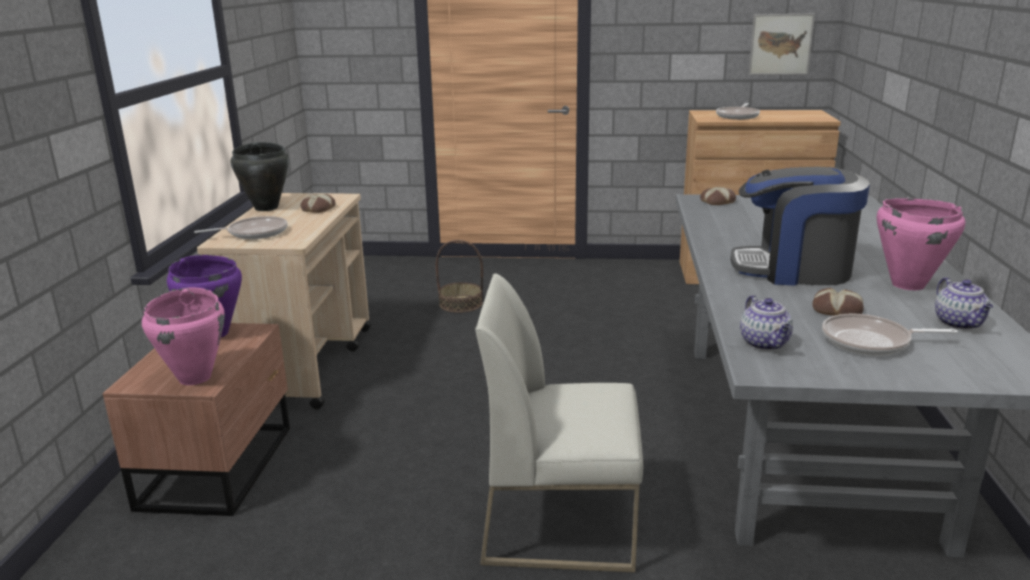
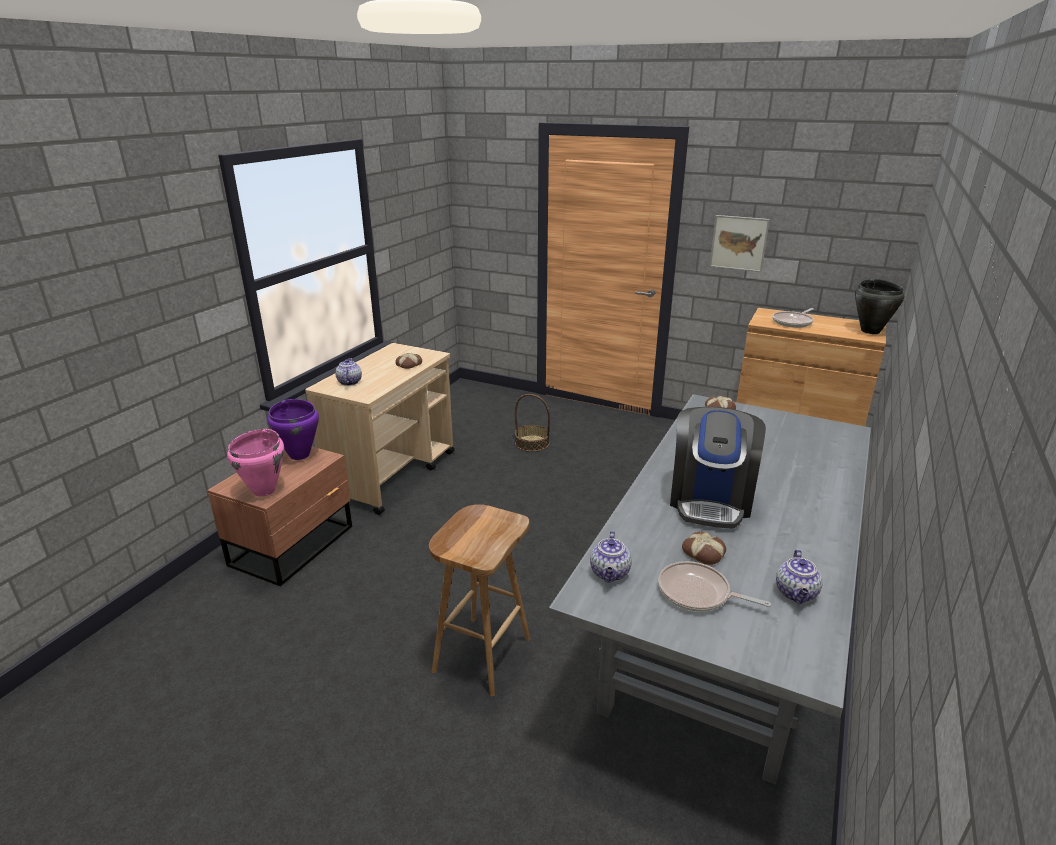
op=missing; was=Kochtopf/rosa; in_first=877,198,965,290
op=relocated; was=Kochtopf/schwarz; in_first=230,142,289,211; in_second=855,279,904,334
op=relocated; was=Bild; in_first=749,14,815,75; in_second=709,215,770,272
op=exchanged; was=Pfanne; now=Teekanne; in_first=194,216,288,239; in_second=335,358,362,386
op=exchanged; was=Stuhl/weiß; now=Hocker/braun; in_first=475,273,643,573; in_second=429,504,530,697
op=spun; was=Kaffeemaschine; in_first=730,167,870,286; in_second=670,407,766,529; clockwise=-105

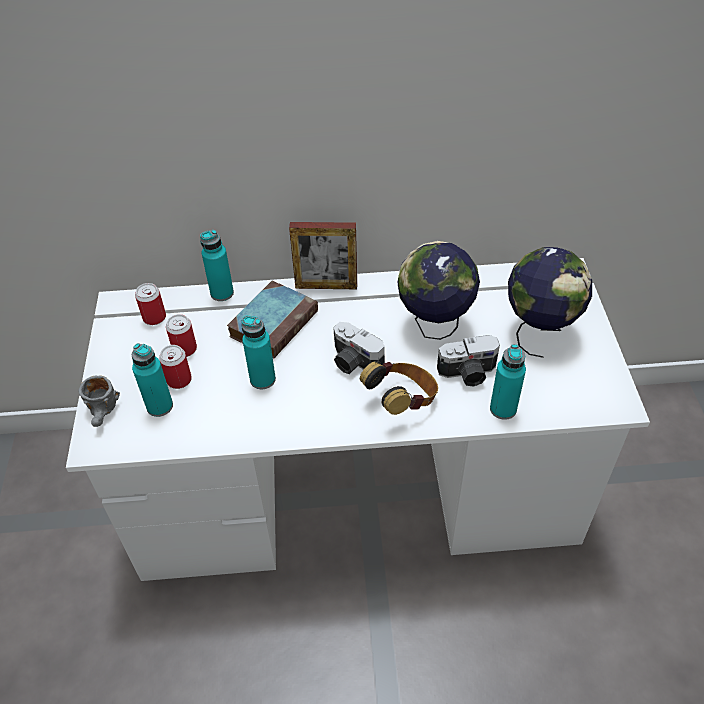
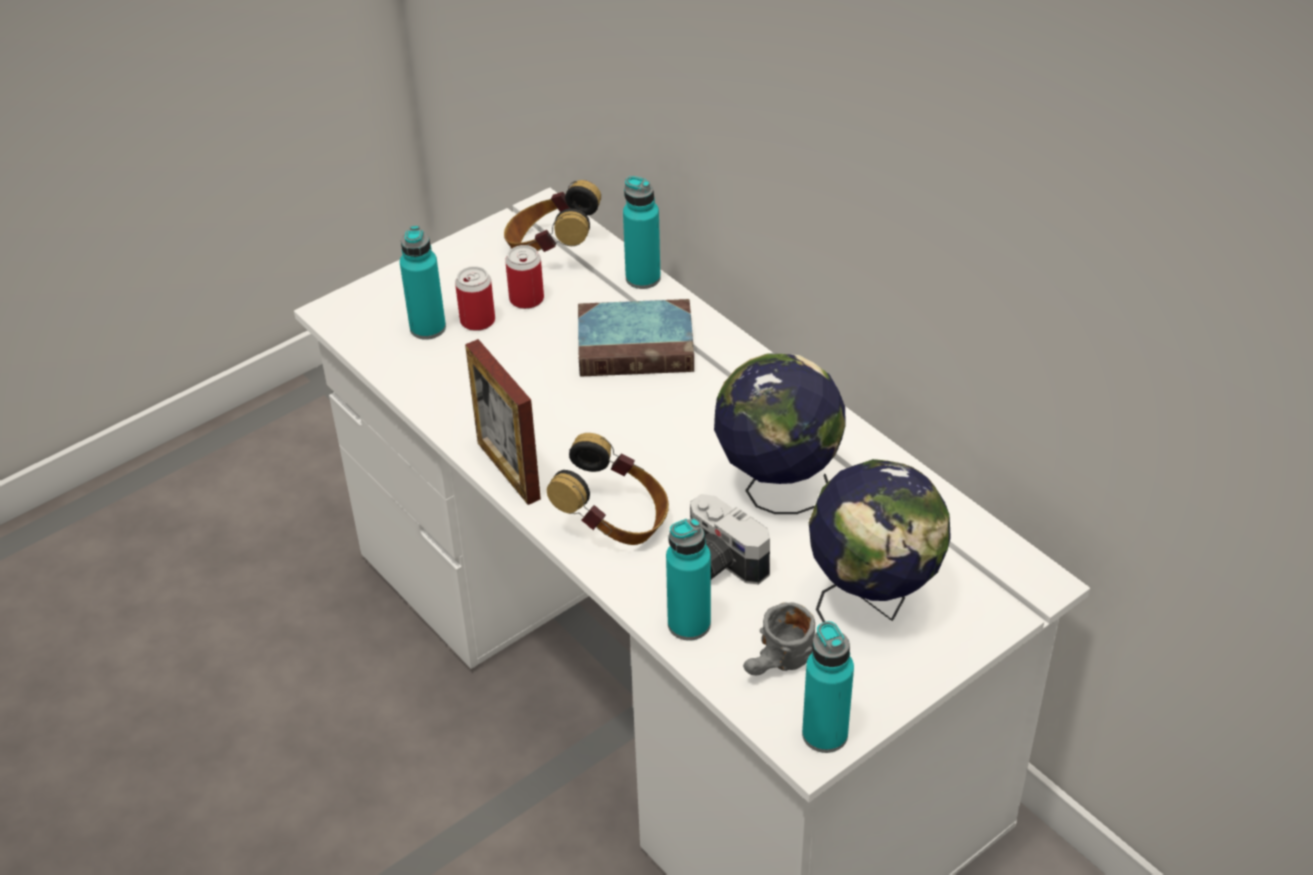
op=missing; was=Kamera; in_first=333,322,385,374
op=relocated; was=Henkelbecher/grau; in_first=78,375,120,427; in_second=743,602,815,675
op=relocated; was=Flasche/türkis; in_first=242,315,276,389; in_second=802,621,854,753
op=relocated; was=Bilderrahmen; in_first=289,222,357,289; in_second=465,339,541,505
op=exchanged; was=Dose; now=Kopfhörer; in_first=135,283,166,325; in_second=504,180,601,252

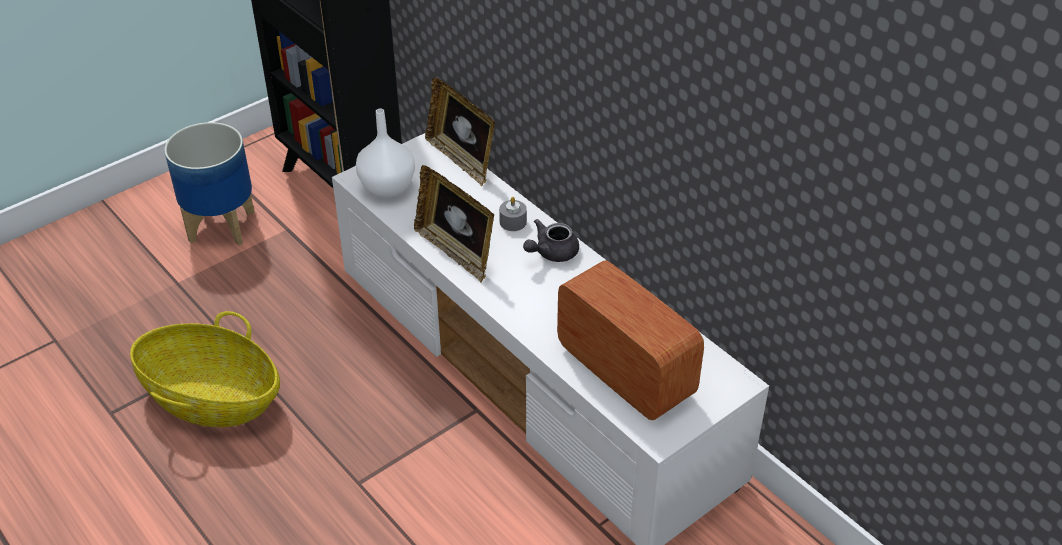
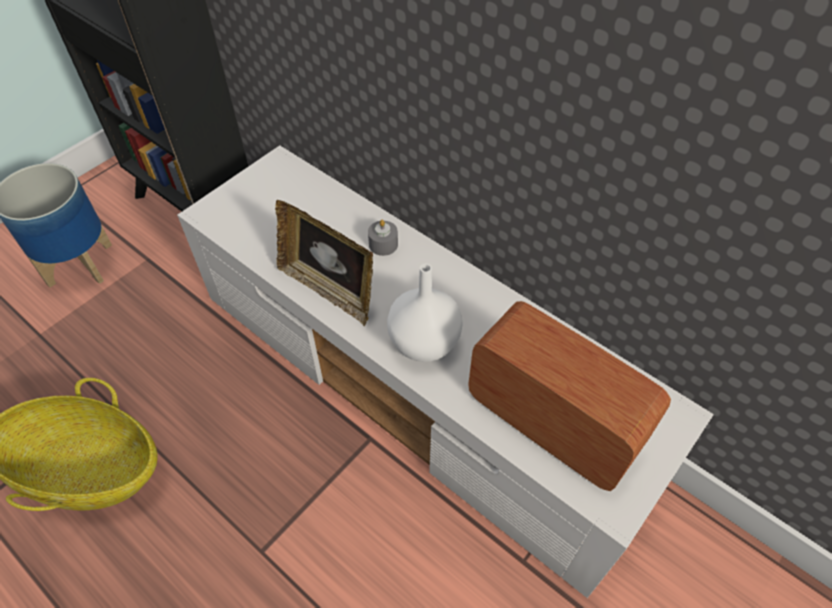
op=missing; was=Bilderrahmen; in_first=425,77,495,186
op=missing; was=Teekanne/grau; in_first=523,219,579,262
op=relocated; was=Vase/weiß; in_first=356,109,415,198; in_second=387,264,463,362

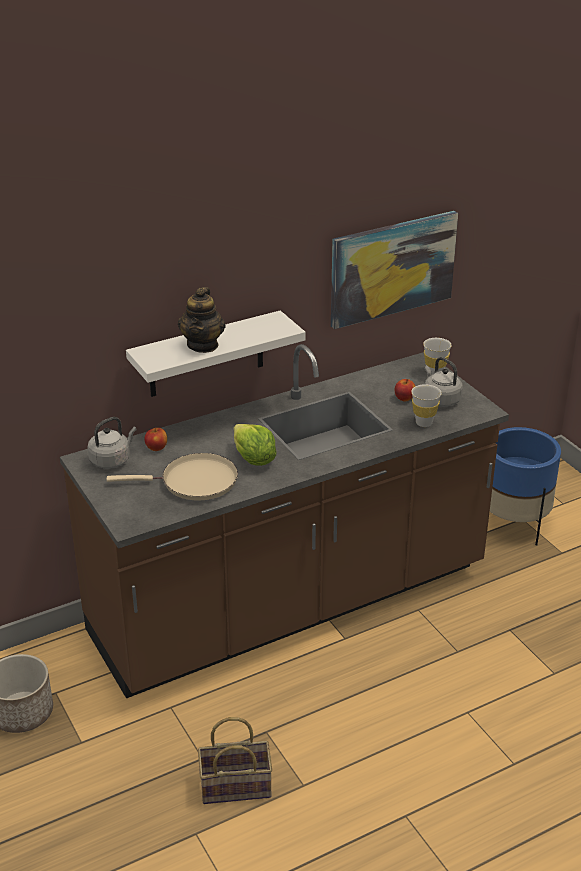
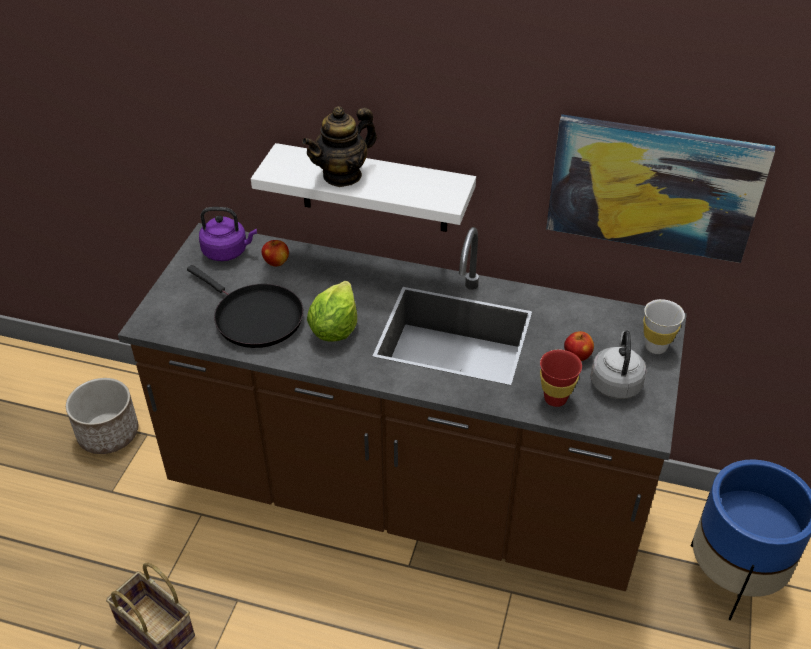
op=colour; was=Wasserkessel/grau; now=Wasserkessel/lila; in_first=88,417,137,469; in_second=199,207,257,261
op=colour; was=Pfanne/beige; now=Pfanne/schwarz; in_first=106,453,238,500; in_second=187,265,303,348
op=colour; was=Tasse/weiß; now=Tasse/rot; in_first=411,384,442,427; in_second=540,350,582,407

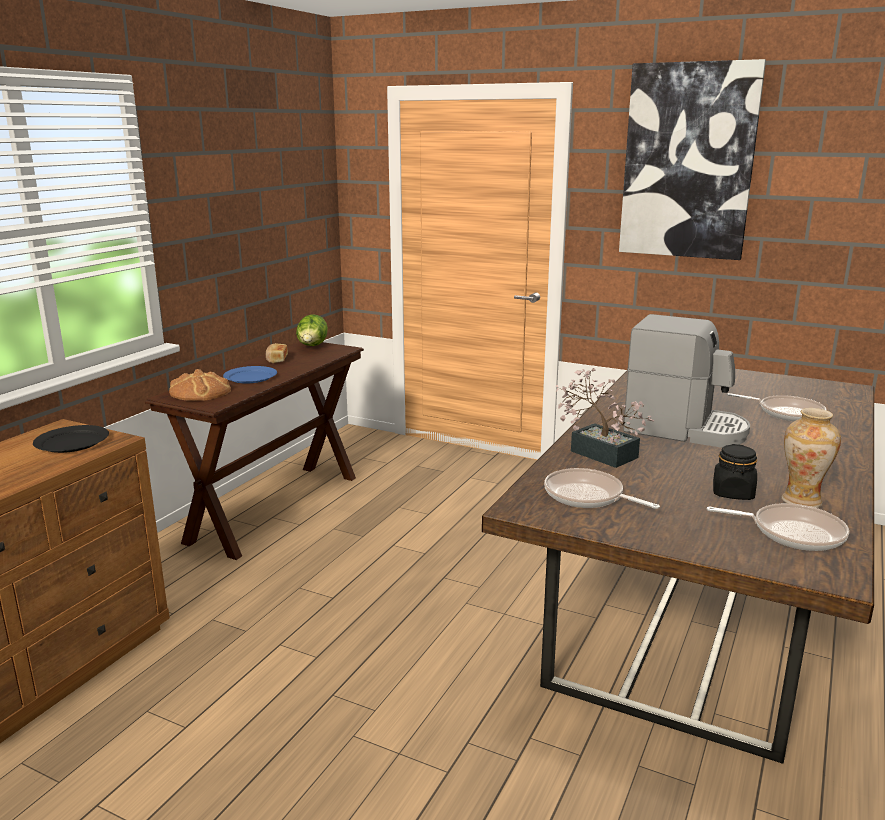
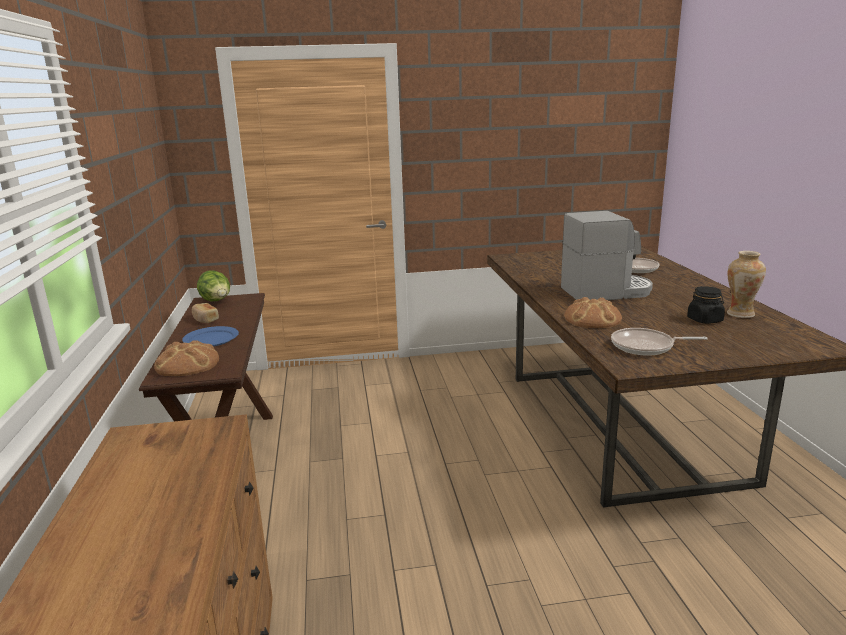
op=missing; was=Teller/schwarz; in_first=33,425,109,453
op=missing; was=Bild; in_first=619,59,766,260
op=missing; was=Pfanne; in_first=707,503,849,551
op=exchanged; was=Topfpflanze; now=Brot; in_first=556,368,654,468; in_second=564,297,622,328

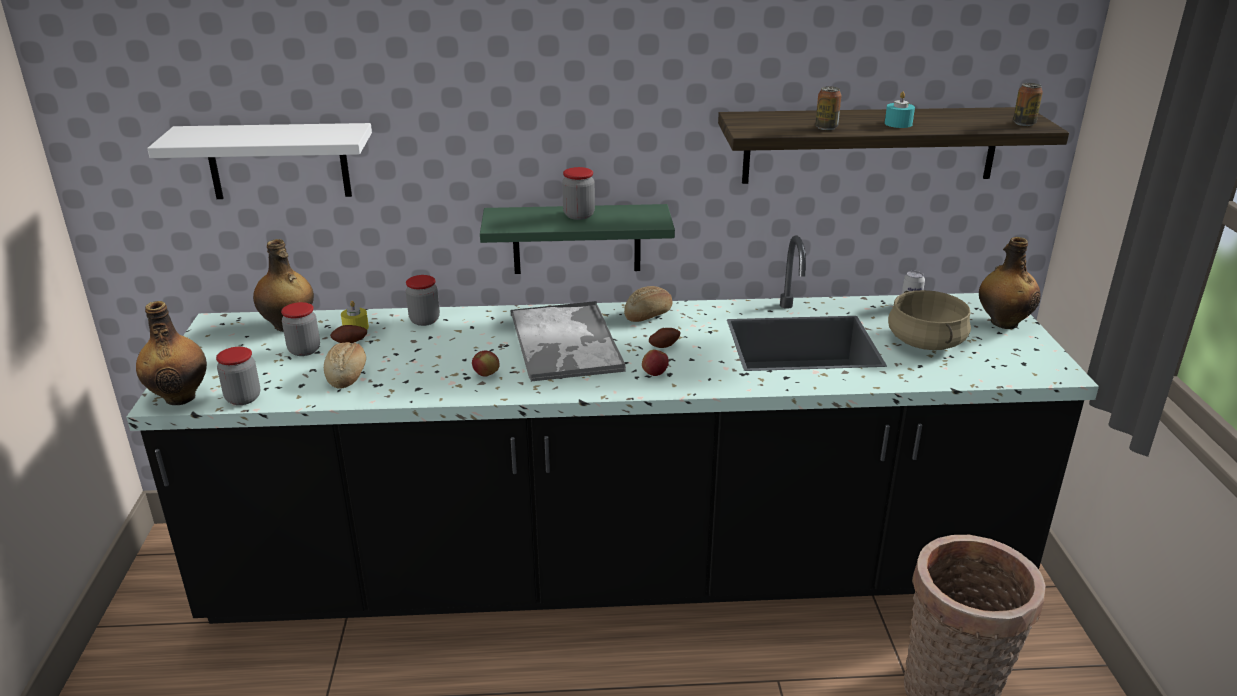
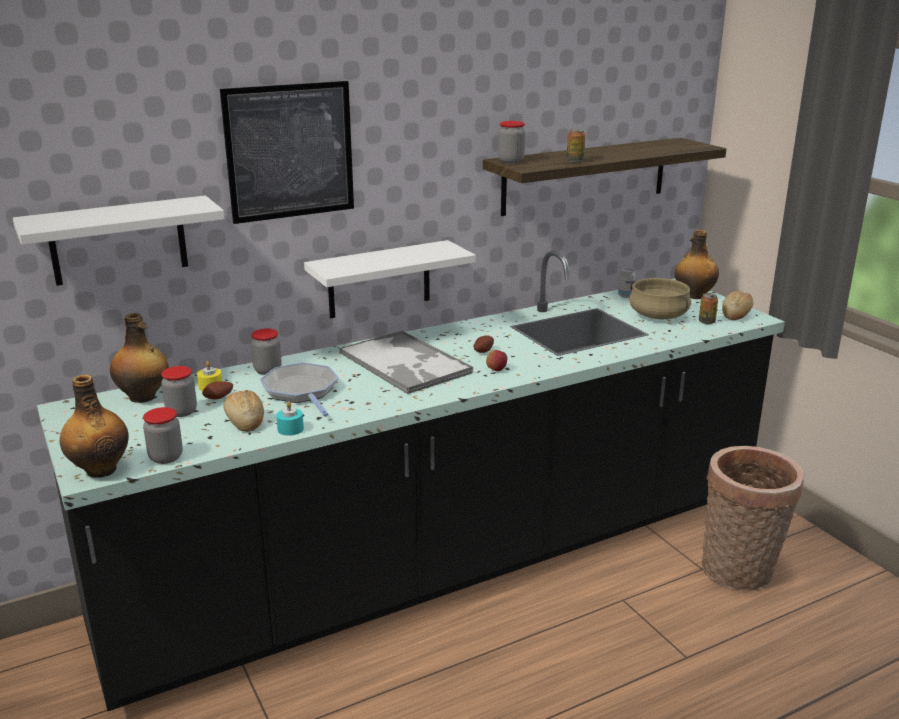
op=missing; was=Apfel; in_first=472,350,500,377
op=appeared; now=Bild; in_second=220,81,354,224
op=appeared; now=Pfanne; in_second=260,362,339,417
op=relocated; was=Vorratsglas; in_first=562,167,595,220; in_second=498,121,525,163
op=relocated; was=Brot; in_first=624,286,673,322; in_second=722,291,754,320
op=relocated; was=Kerze/türkis; in_first=885,92,915,128; in_second=276,401,304,436
op=relocated; was=Dose; in_first=1013,83,1043,126; in_second=699,293,718,324
op=colour; was=Wandregal/grün; now=Wandregal/weiß; in_first=480,204,675,274; in_second=304,240,476,318

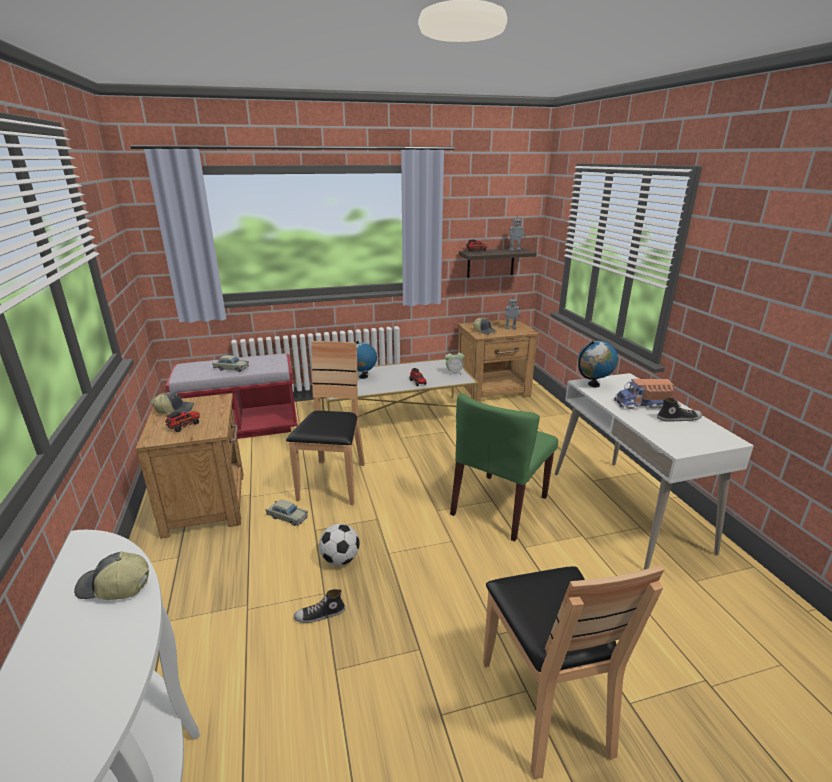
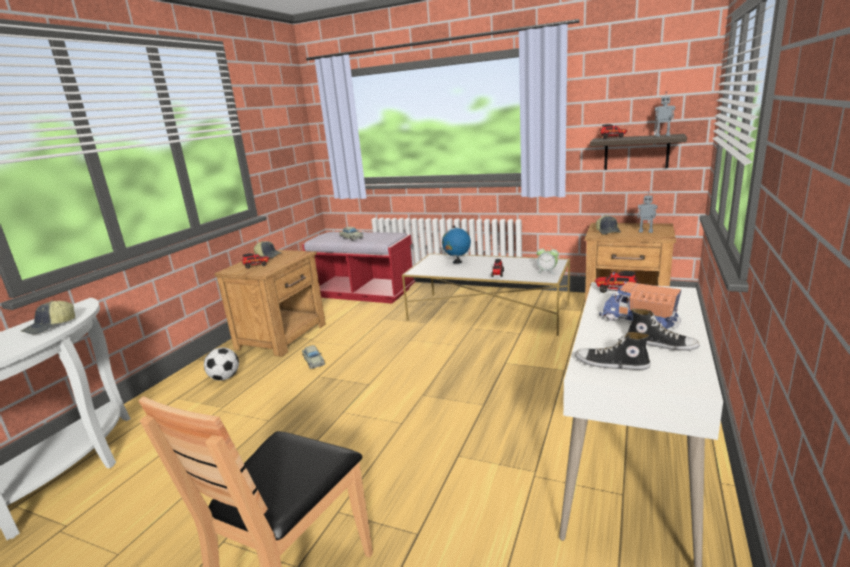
op=missing; was=Stuhl/braun; in_first=286,341,365,505
op=missing; was=Stuhl/grün; in_first=450,393,558,542
op=relocated; was=Schuh; in_first=294,589,345,623; in_second=575,332,651,370
op=relocated; was=Fußball; in_first=319,524,360,565; in_second=204,347,239,381
op=exchanged; was=Globus; now=Spielzeuglaster; in_first=578,341,618,387; in_second=595,271,638,293
op=spun; was=Kappe; in_first=74,552,149,600; in_second=21,301,75,334; clockwise=-105

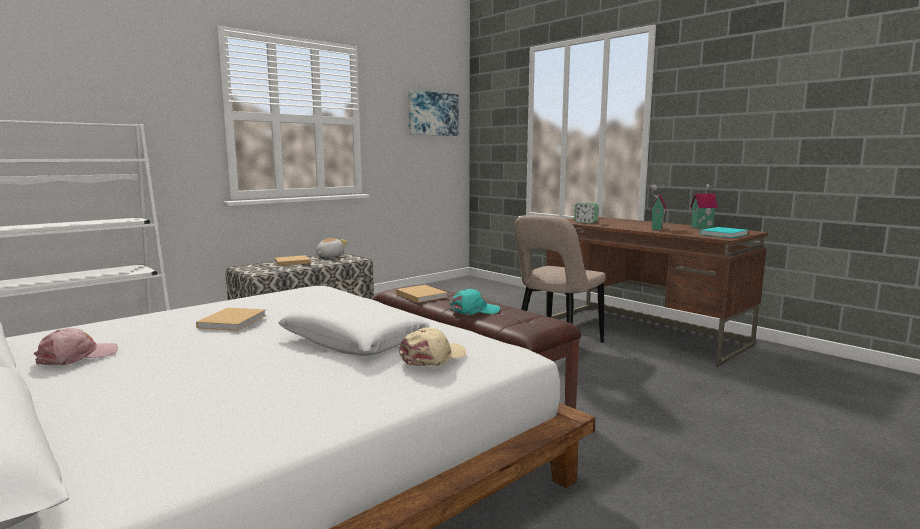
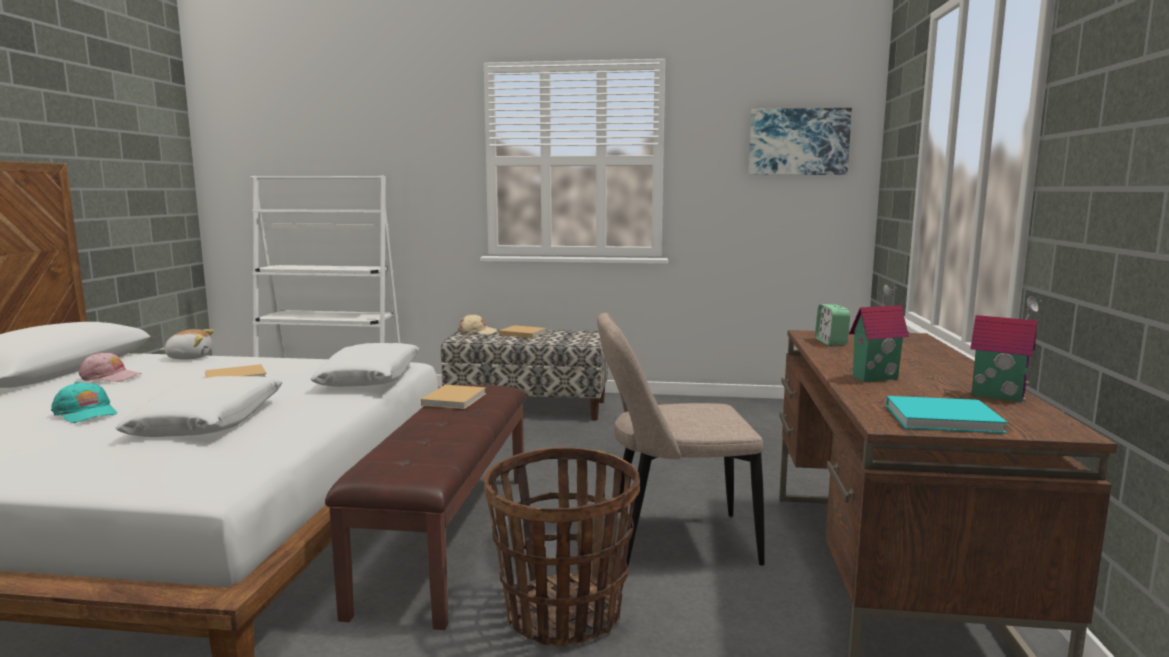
op=appeared; now=Kissen/weiß; in_second=311,343,419,387
op=appeared; now=Korb; in_second=483,447,640,646
op=relocated; was=Plüschtier; in_first=316,238,347,257; in_second=160,329,214,359
op=relocated; was=Kappe/beige; in_first=399,327,466,366; in_second=458,314,498,335
op=relocated; was=Kappe/türkis; in_first=449,289,500,315; in_second=51,382,117,423

